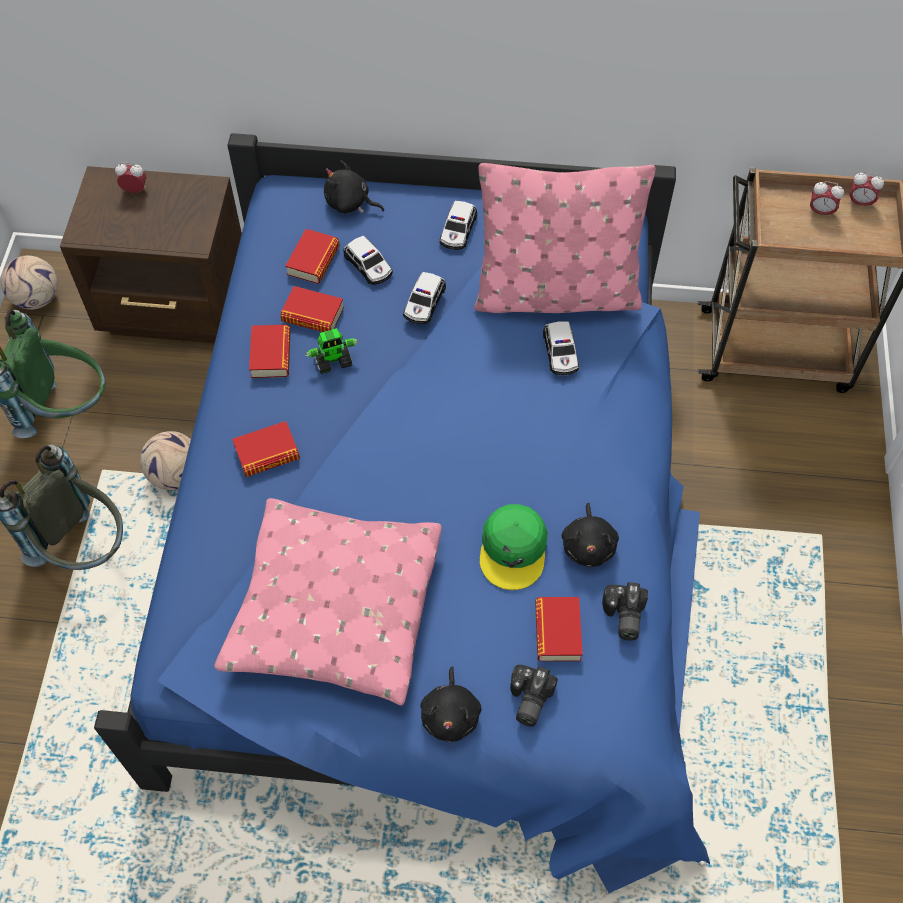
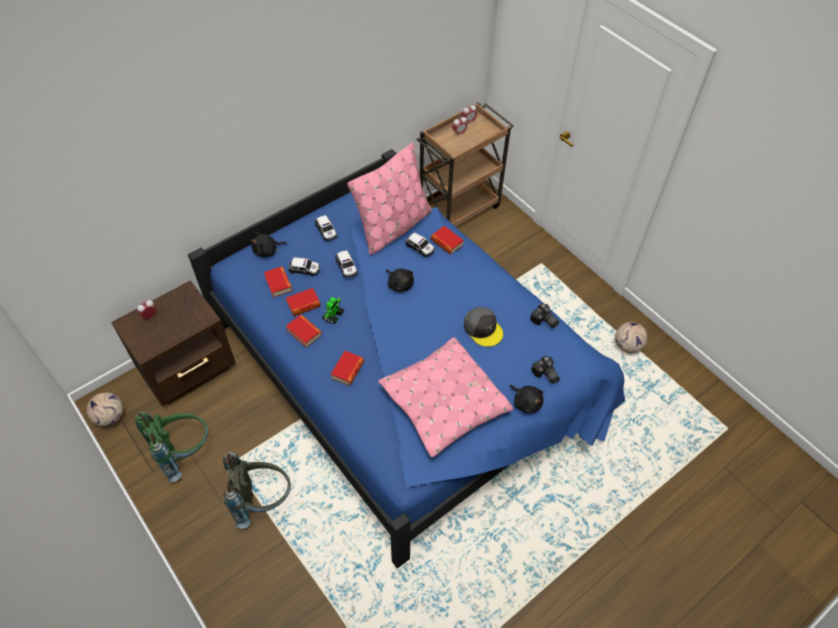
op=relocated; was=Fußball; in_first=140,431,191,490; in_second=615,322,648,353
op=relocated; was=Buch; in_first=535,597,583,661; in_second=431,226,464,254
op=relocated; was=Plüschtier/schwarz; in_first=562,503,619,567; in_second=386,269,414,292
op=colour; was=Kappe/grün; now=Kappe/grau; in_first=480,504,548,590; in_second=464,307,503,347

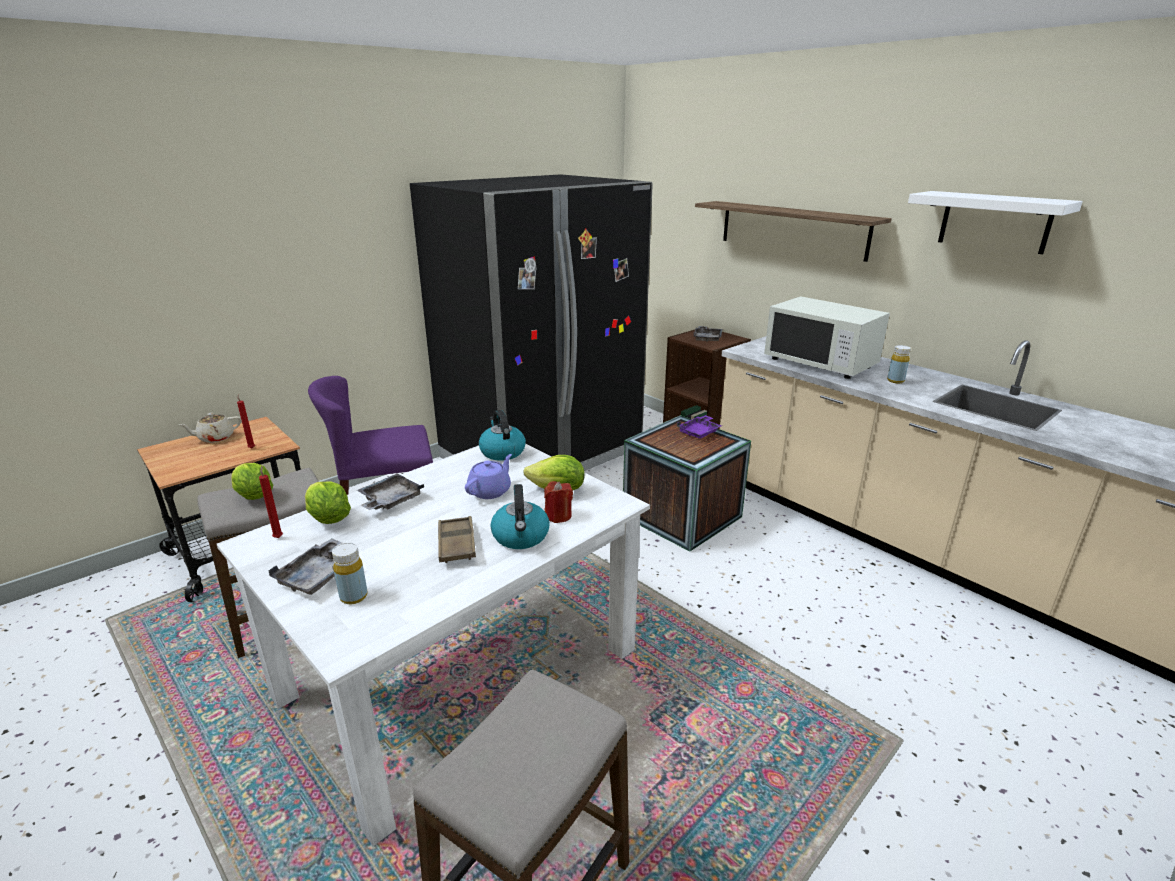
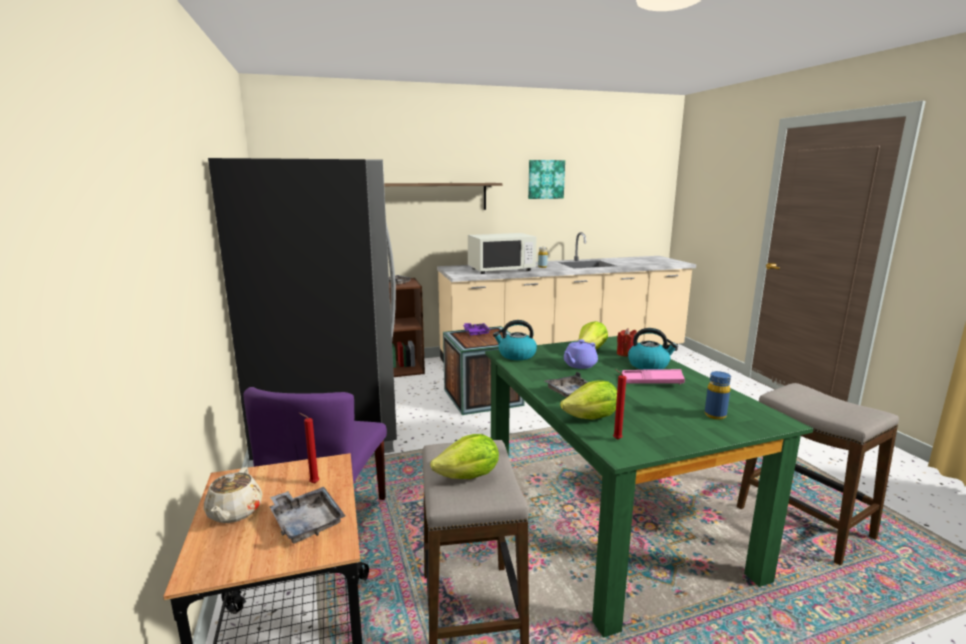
op=relocated; was=Tablett/grau; in_first=268,538,342,595; in_second=269,487,345,544
op=exchanged; was=Wandregal/weiß; now=Bild; in_first=908,191,1083,254; in_second=528,160,565,199
op=colour; was=Esstisch/weiß; now=Esstisch/grün; in_first=217,444,650,846; in_second=485,336,813,638
op=colour; was=Flasche/gelb; now=Flasche/blau; in_first=332,542,368,604; in_second=705,371,731,420
op=colour; was=Tablett/braun; now=Tablett/rosa; in_first=438,516,476,563; in_second=622,369,685,384
op=spun; was=Teekanne/lila; in_first=465,454,512,499; in_second=564,339,598,369; clockwise=-105

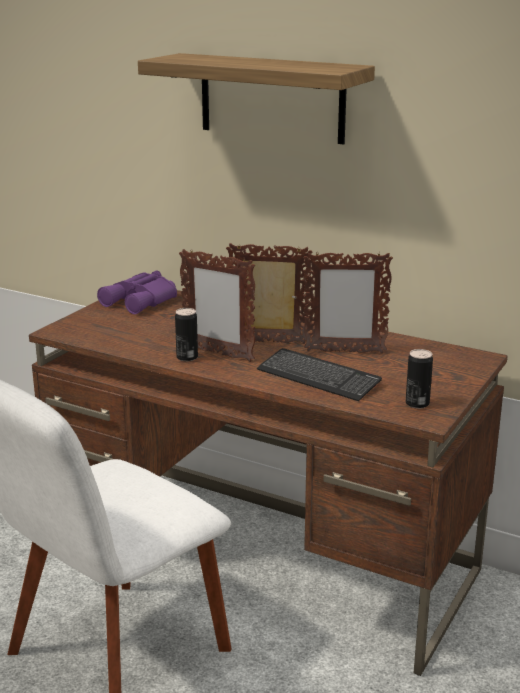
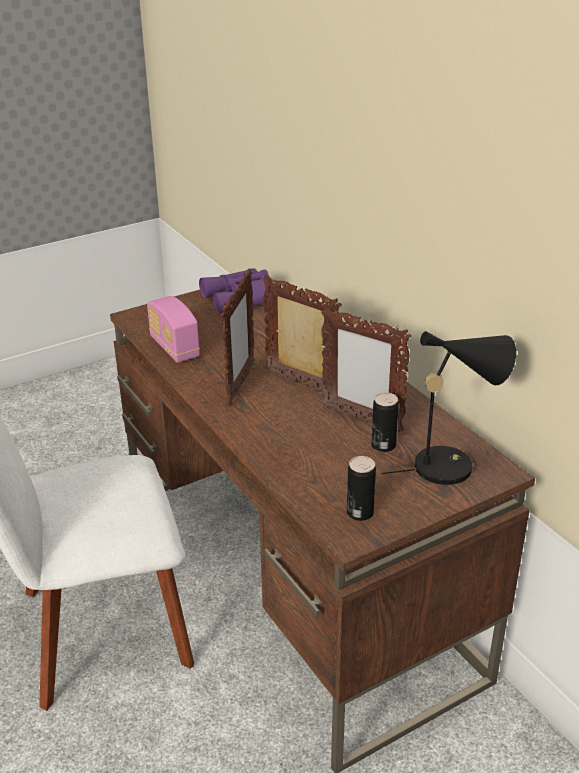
op=missing; was=Wandregal; in_first=138,53,375,145
op=missing; was=Tastatur; in_first=257,348,382,401
op=appeared; now=Radio; in_second=147,296,200,363
op=appeared; now=Tischlampe/schwarz; in_second=381,331,516,485
op=relocated; was=Dose; in_first=175,308,198,362; in_second=371,392,399,452
op=spun; was=Bilderrahmen; in_first=179,249,255,362; in_second=221,269,255,406; clockwise=-135

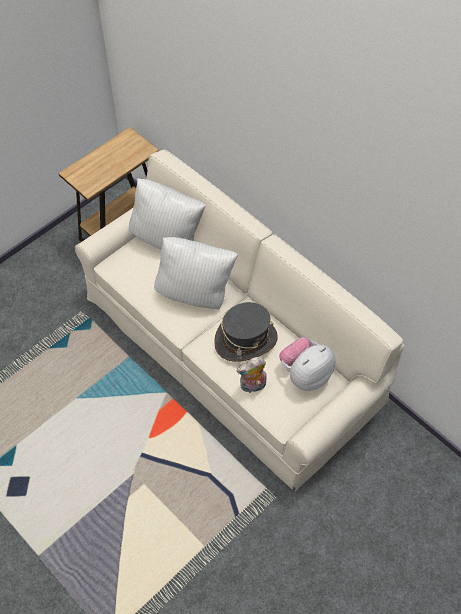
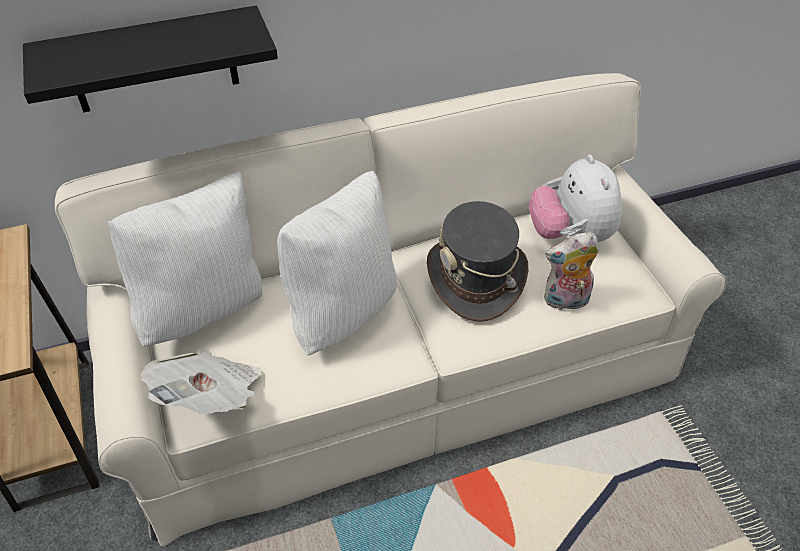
op=appeared; now=Wandregal/schwarz; in_second=23,6,278,113
op=appeared; now=Zeitung; in_second=140,351,262,415
op=spun; was=Plüschtier; in_first=236,357,267,393; in_second=544,232,599,310; clockwise=75

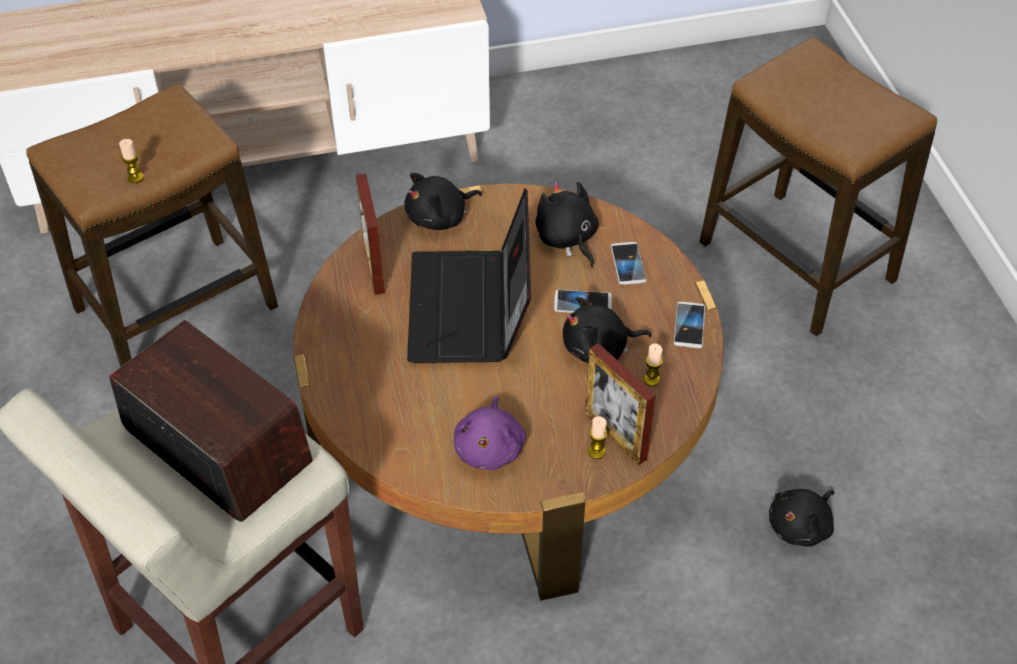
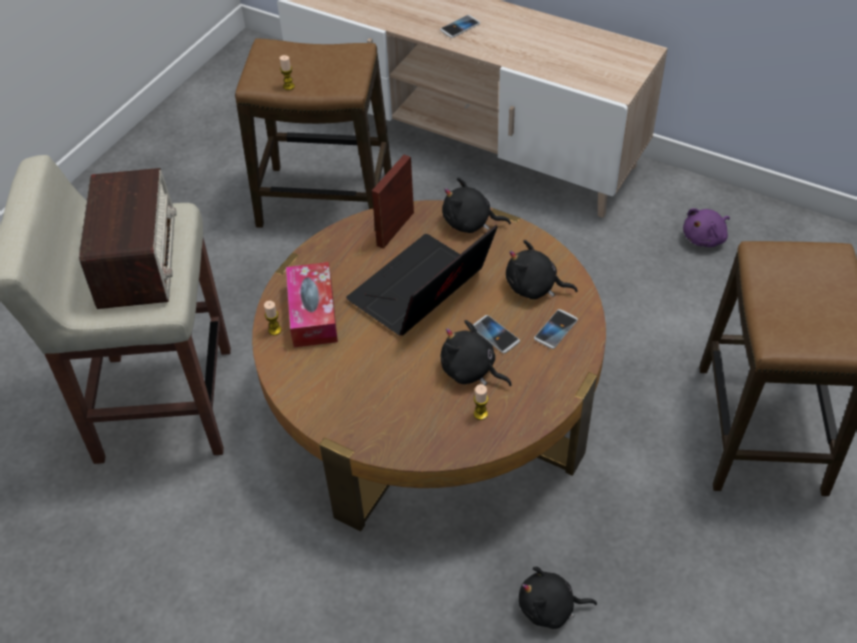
op=missing; was=Bilderrahmen; in_first=585,343,656,465
op=appeared; now=Taschentuchbox; in_second=286,262,338,348
op=relocated; was=Plüschtier/lila; in_first=454,397,526,470; in_second=683,208,730,247
op=relocated; was=Kerze; in_first=588,416,608,459; in_second=264,301,282,335
op=relocated; was=Handy; in_first=674,302,705,348; in_second=440,15,480,38
op=spun; was=Plüschtier/schwarz; in_first=535,181,599,268; in_second=506,240,578,299; clockwise=-90

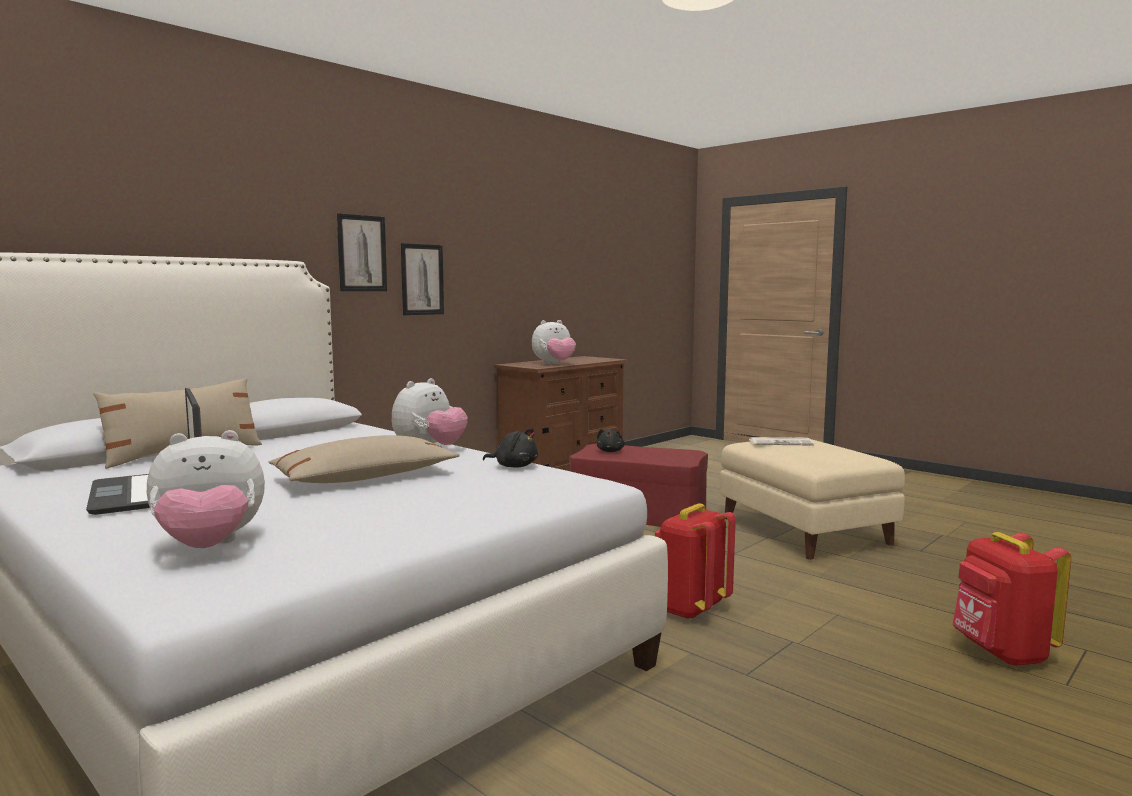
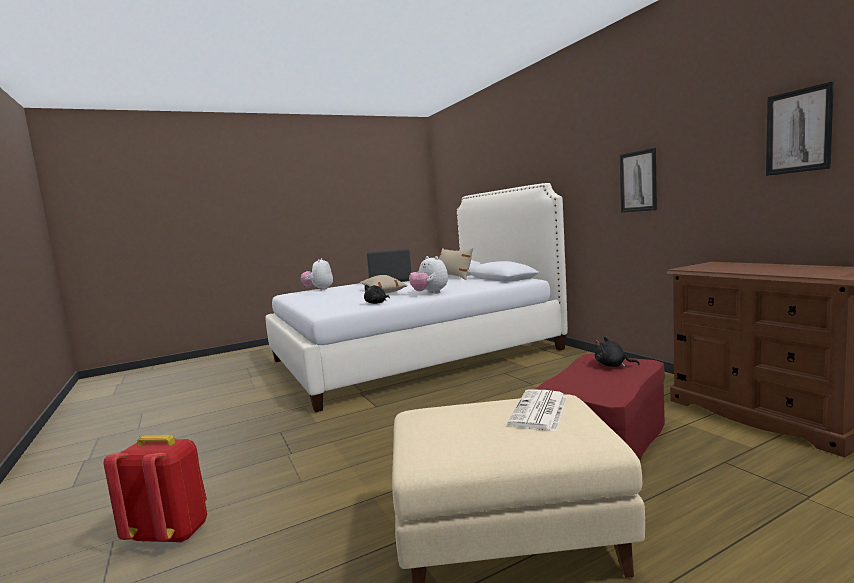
op=missing; was=Plüschtier; in_first=532,320,576,365
op=missing; was=Rucksack/rot; in_first=655,503,736,620
op=relocated; was=Bild; in_first=337,213,387,291; in_second=766,81,834,176

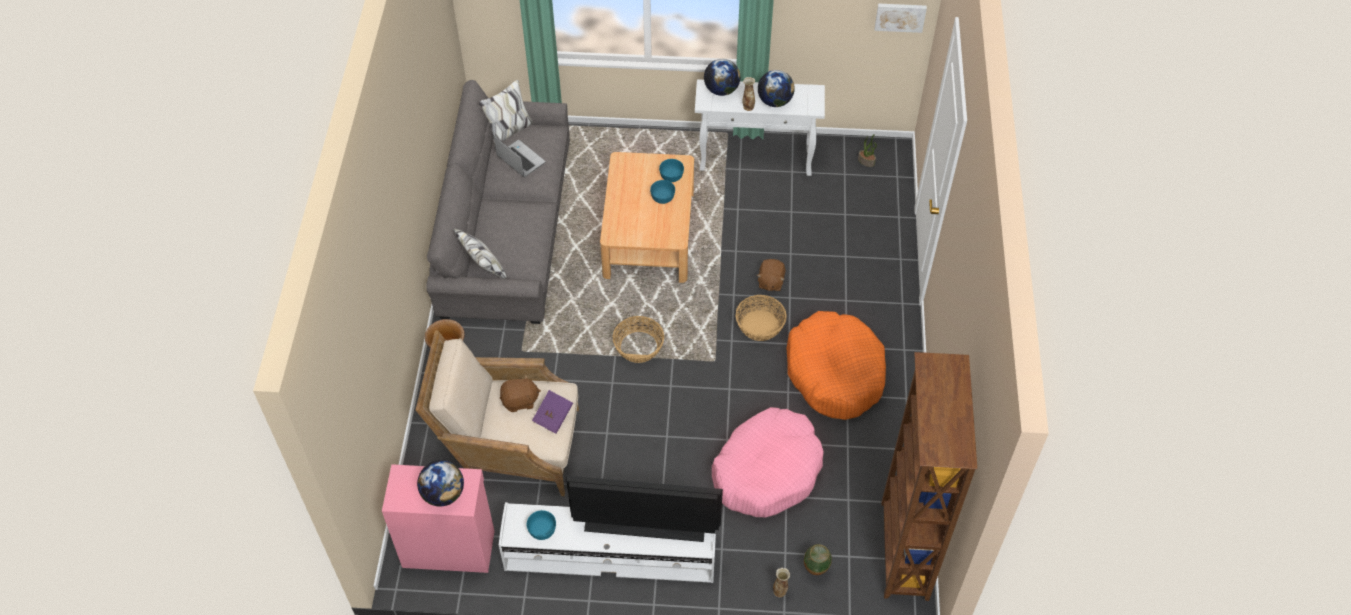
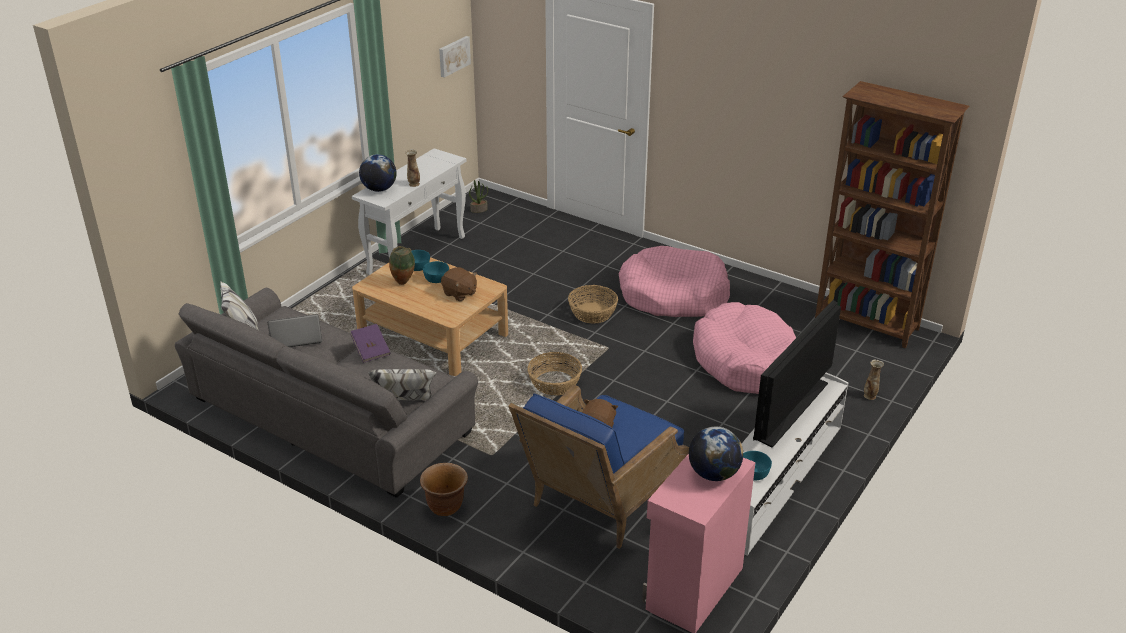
op=missing; was=Globus; in_first=758,70,795,107
op=relocated; was=Buch/lila; in_first=532,390,573,434; in_second=350,324,391,363
op=relocated; was=Plüschtier/braun; in_first=757,259,785,291; in_second=441,267,477,302
op=relocated; was=Vase; in_first=804,544,832,575; in_second=389,246,415,285
op=colour; was=Sessel/beige; now=Sessel/blau; in_first=416,330,579,496; in_second=509,385,689,549
op=colour; was=Hundebett/orange; now=Hundebett/rosa; in_first=786,311,886,420; in_second=619,246,730,317

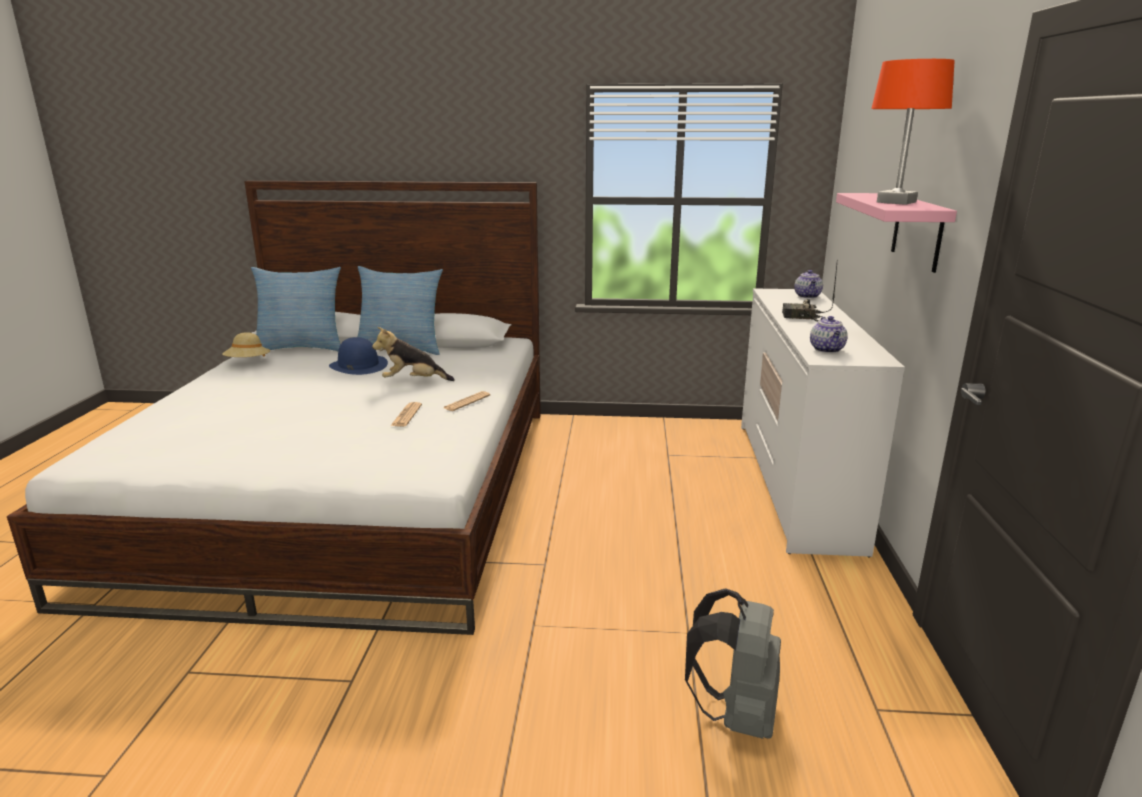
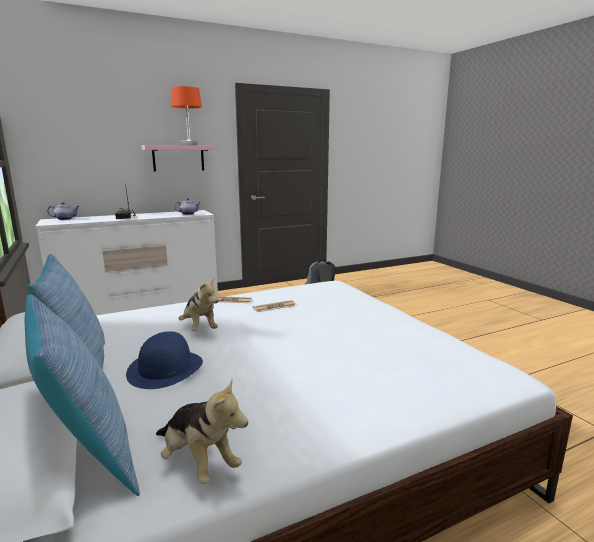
op=exchanged; was=Hut/beige; now=Plüschtier; in_first=222,332,270,357; in_second=156,379,248,484

